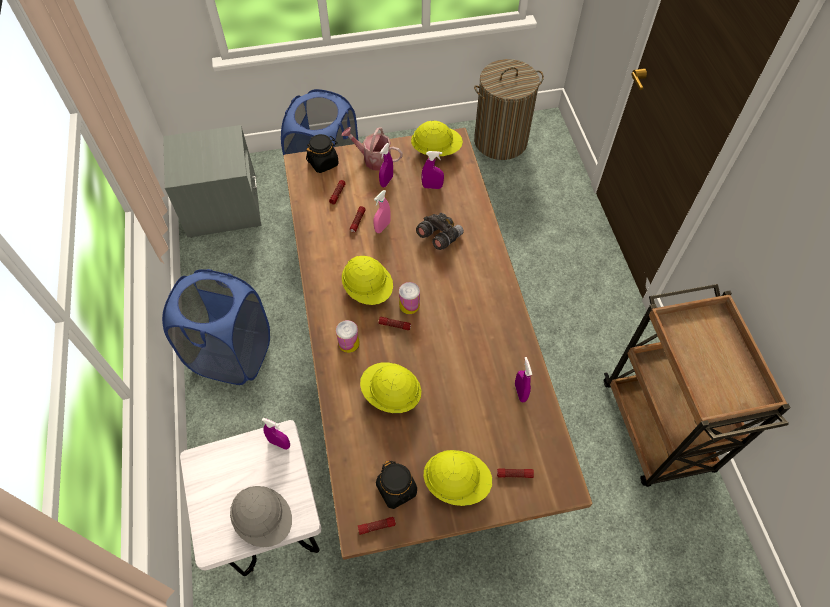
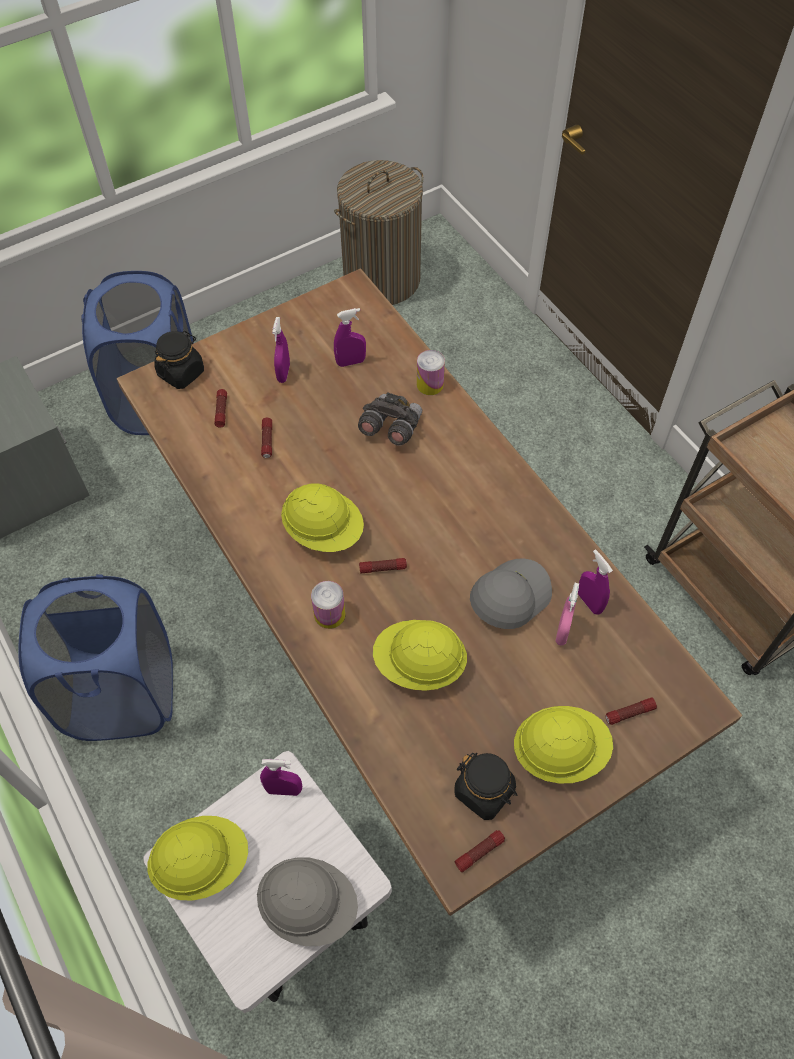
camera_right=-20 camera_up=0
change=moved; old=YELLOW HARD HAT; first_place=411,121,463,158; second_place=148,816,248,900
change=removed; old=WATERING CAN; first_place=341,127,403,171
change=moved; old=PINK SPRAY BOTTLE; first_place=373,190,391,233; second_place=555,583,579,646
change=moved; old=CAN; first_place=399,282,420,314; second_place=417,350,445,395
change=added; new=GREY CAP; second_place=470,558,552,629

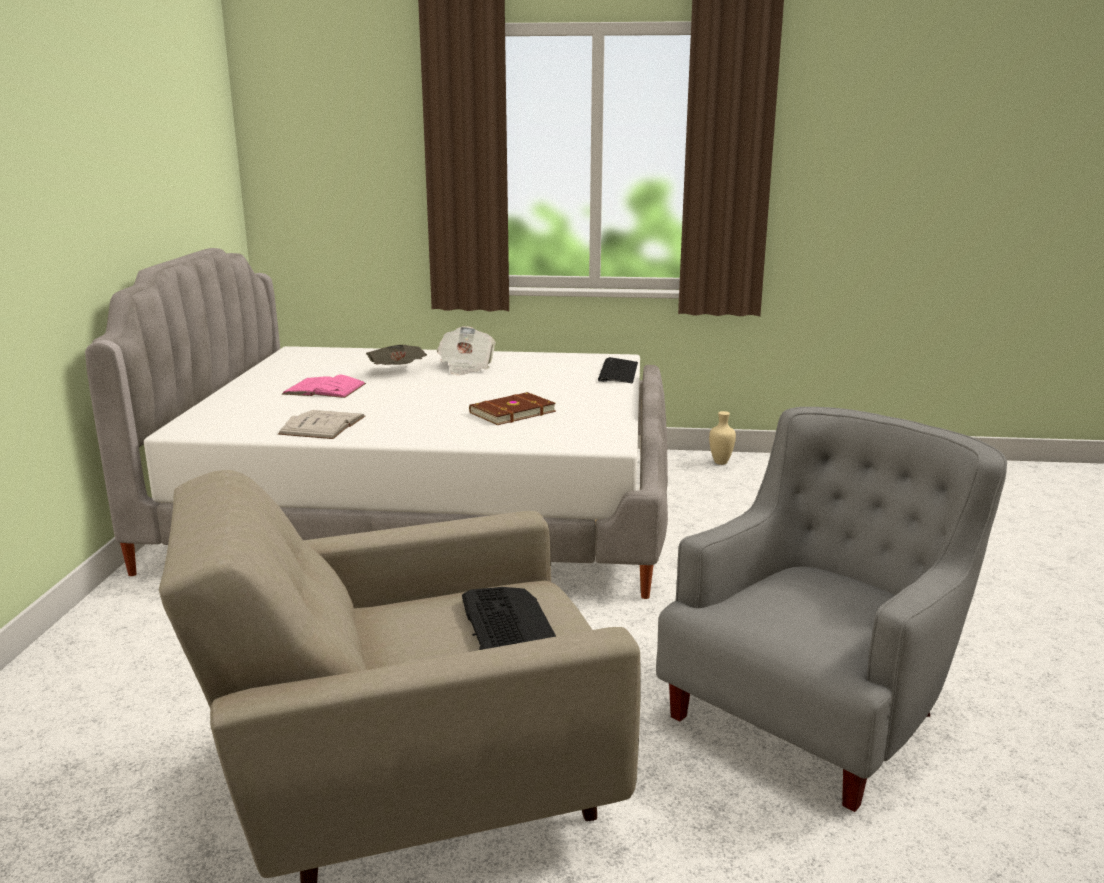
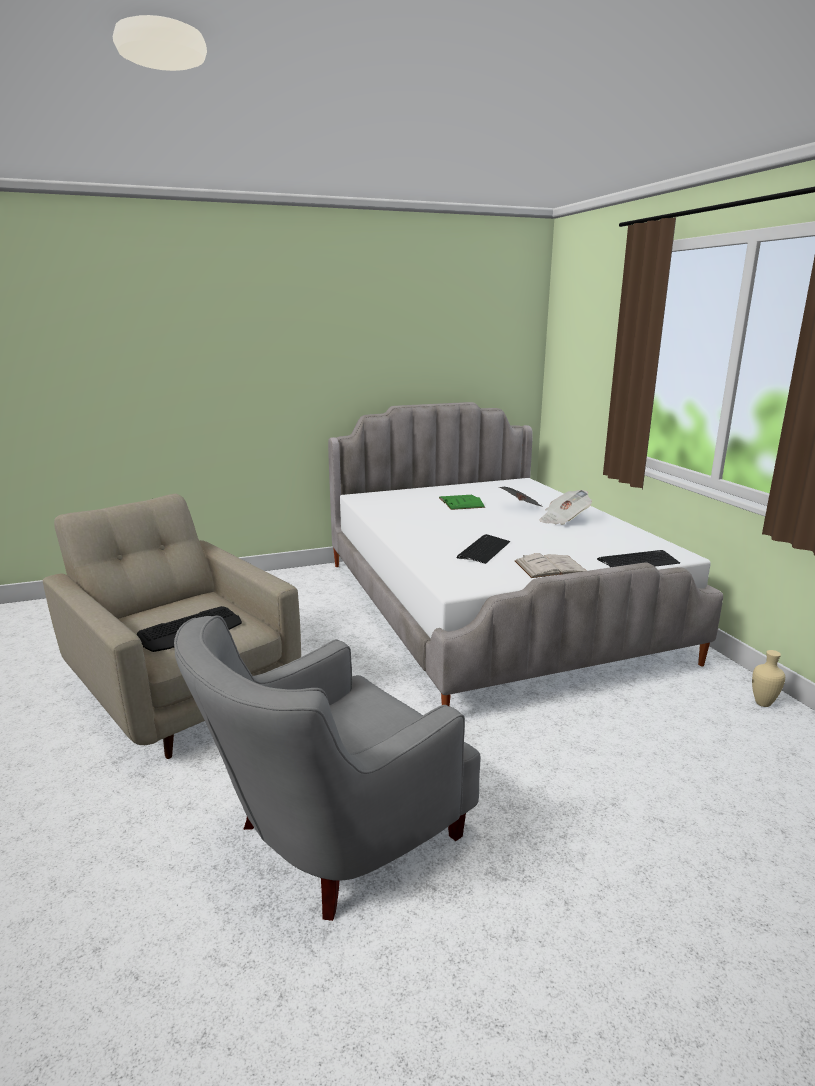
camera_right=65 camera_up=0
change=recoloured; old=PINK BOOK; new=GREEN BOOK; first_place=282,375,366,398; second_place=439,495,485,510
change=replaced; old=BROWN BOOK; new=KEYBOARD; first_place=469,392,556,425; second_place=457,534,510,564
change=turned; old=GREY ARMCHAIR; first_place=656,407,1007,812; second_place=174,615,480,921; degrees=120
change=moved; old=WHITE BOOK; first_place=278,410,365,439; second_place=515,553,586,578

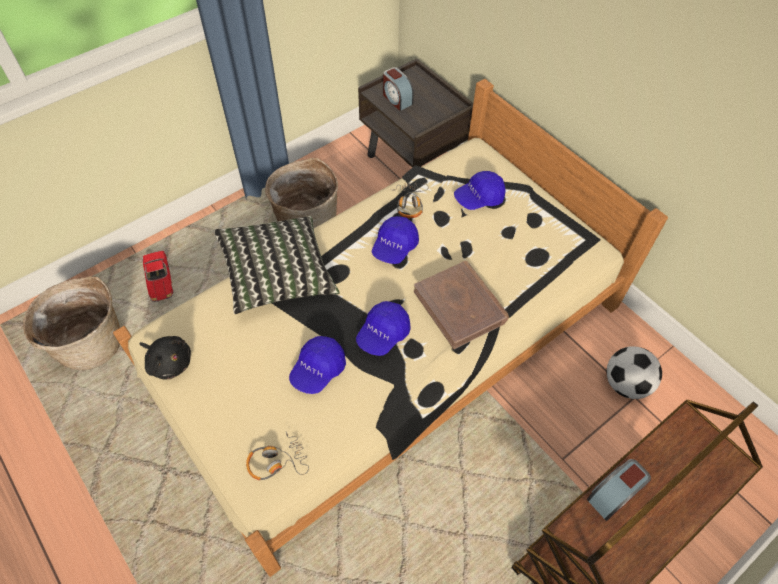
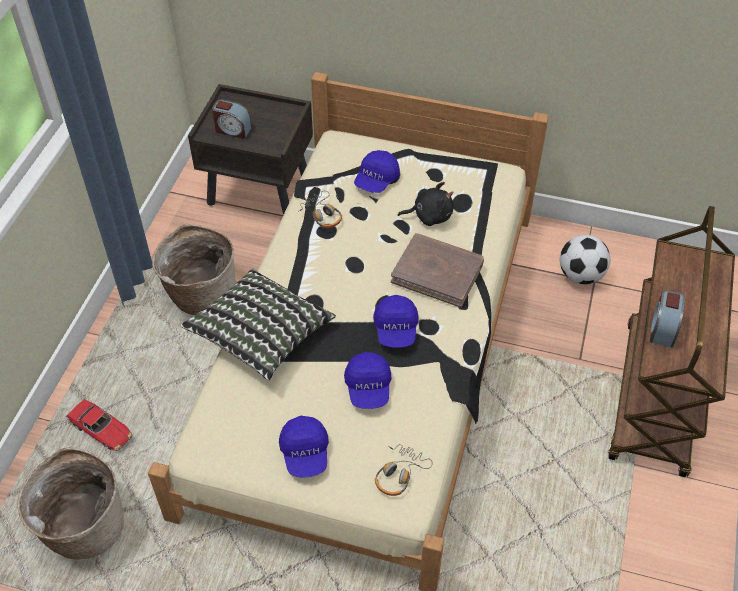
camera_right=-35 camera_up=-5
change=moved; old=BLUE CAP; first_place=372,216,419,264; second_place=279,416,329,478
change=moved; old=BLACK PLUSH TOY; first_place=140,336,191,379; second_place=398,182,454,226

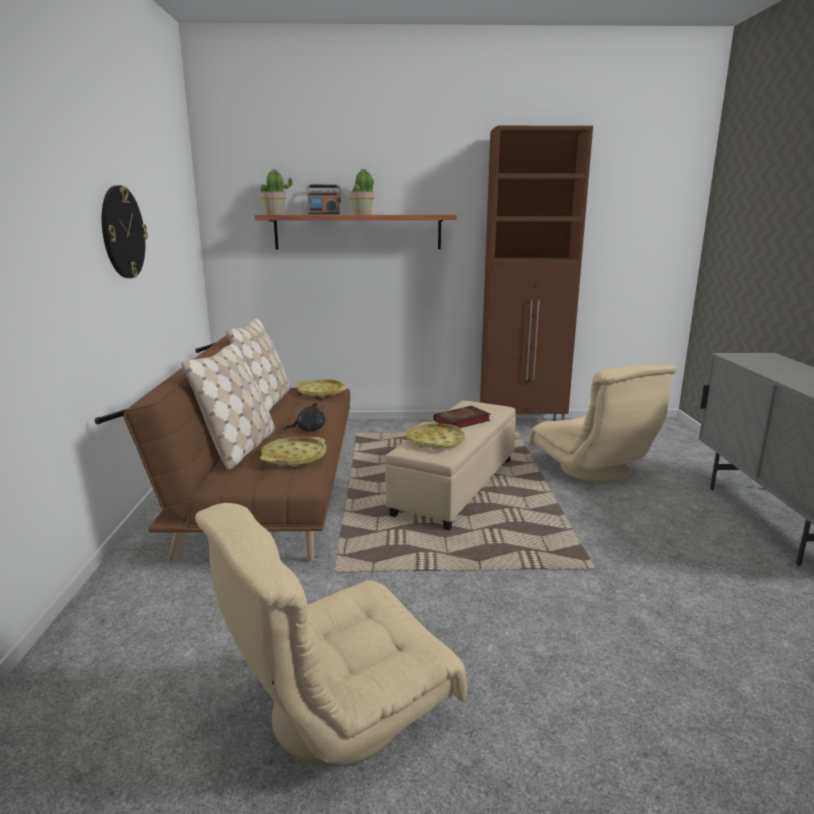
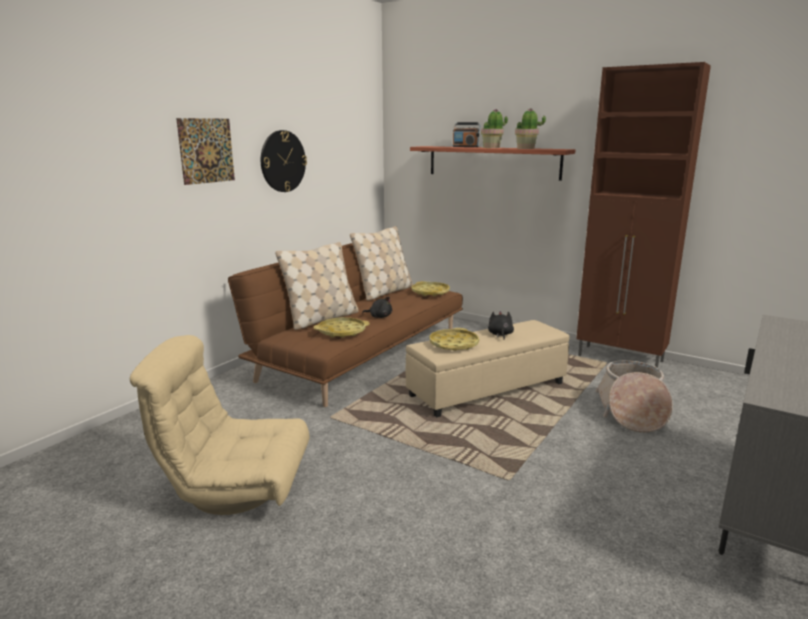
camera_right=35 camera_up=0
change=moved; old=POTTED PLANT; first_place=259,169,292,215; second_place=515,108,546,149
change=replaced; old=BEIGE ARMCHAIR; new=BASKET; first_place=528,364,677,483; second_place=596,360,673,433
change=replaced; old=BOOK; new=BLACK PLUSH TOY; first_place=434,406,491,428; second_place=488,311,514,339
change=added; new=PICTURE; second_place=176,118,235,185

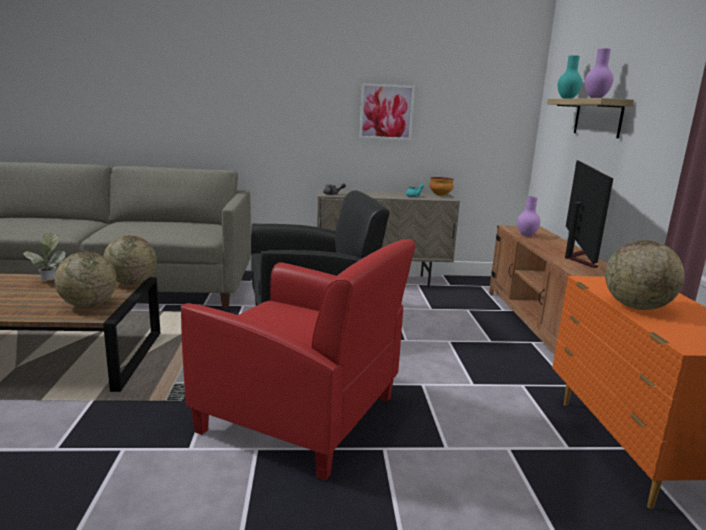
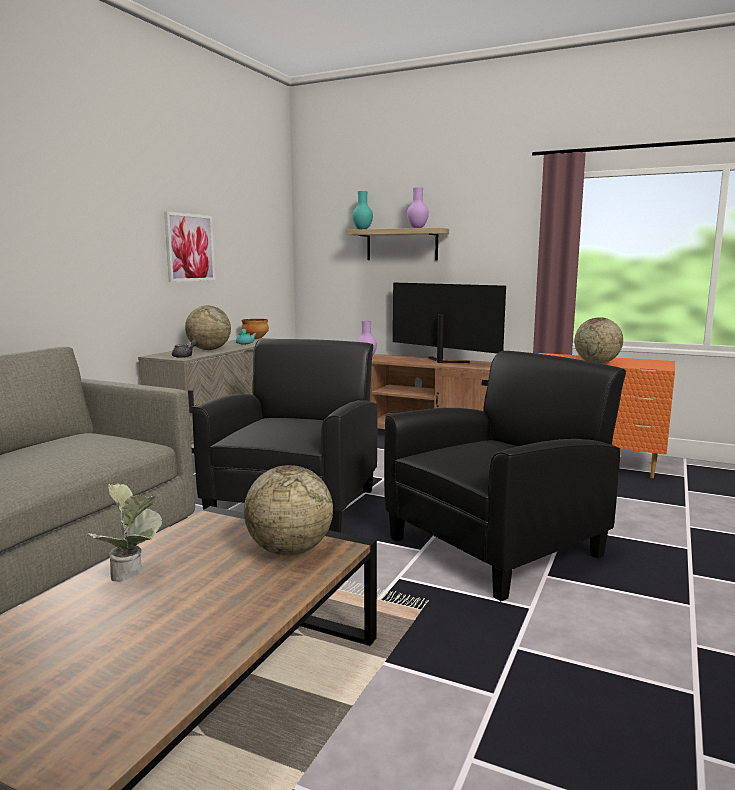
camera_right=-60 camera_up=-5
change=moved; old=GLOBE; first_place=103,235,157,285; second_place=185,305,231,350
change=recoloured; old=RED ARMCHAIR; new=BLACK ARMCHAIR; first_place=181,239,415,480; second_place=384,351,626,601

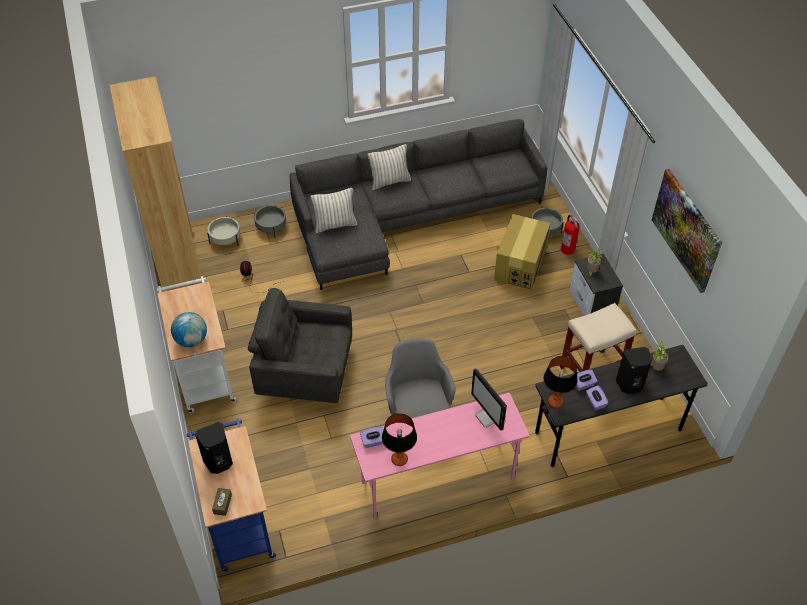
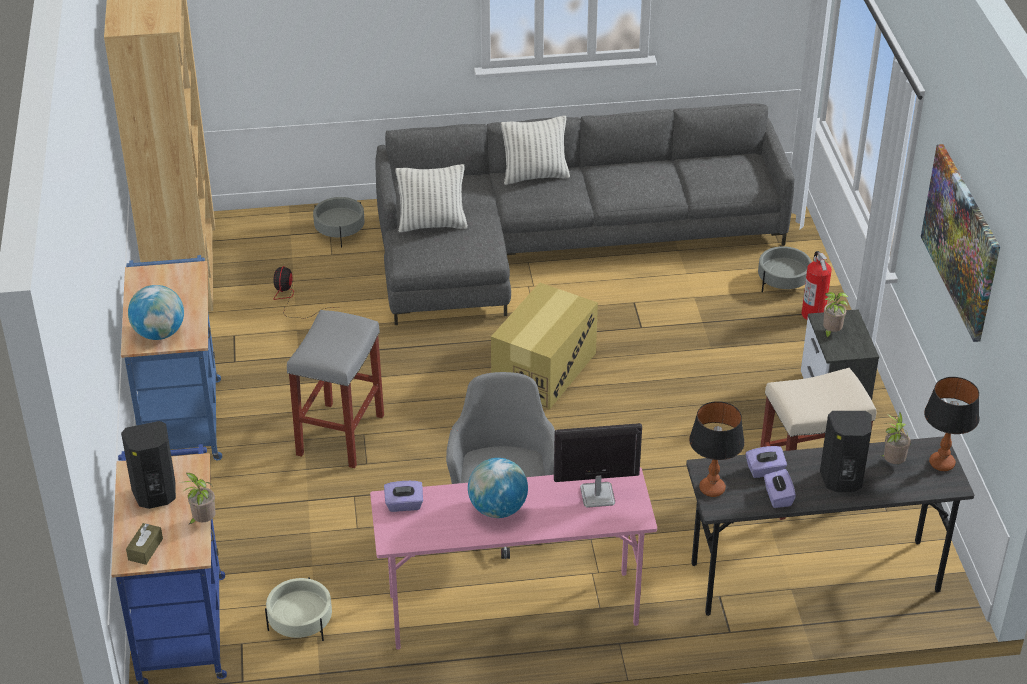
camera_right=10 camera_up=-10
change=moved; old=CARDBOARD BOX; first_place=494,214,550,290; second_place=491,283,598,409
change=moved; old=BEIGE PLANTER; first_place=207,216,240,245; second_place=265,577,332,641
change=recoloured; old=WHITE CART; new=BLUE CART; first_place=157,276,236,413; second_place=121,255,222,461
change=replaced; old=GREY ARMCHAIR; new=GREY STOOL; first_place=248,288,352,403; second_place=287,310,384,468
change=turned; old=MONITOR; first_place=471,369,507,431; second_place=554,423,642,508; degrees=105
change=moved; old=TABLE LAMP; first_place=382,413,417,466; second_place=924,377,979,471
change=added; new=GLOBE; second_place=468,458,528,518
change=added; new=POTTED PLANT; second_place=179,473,215,525

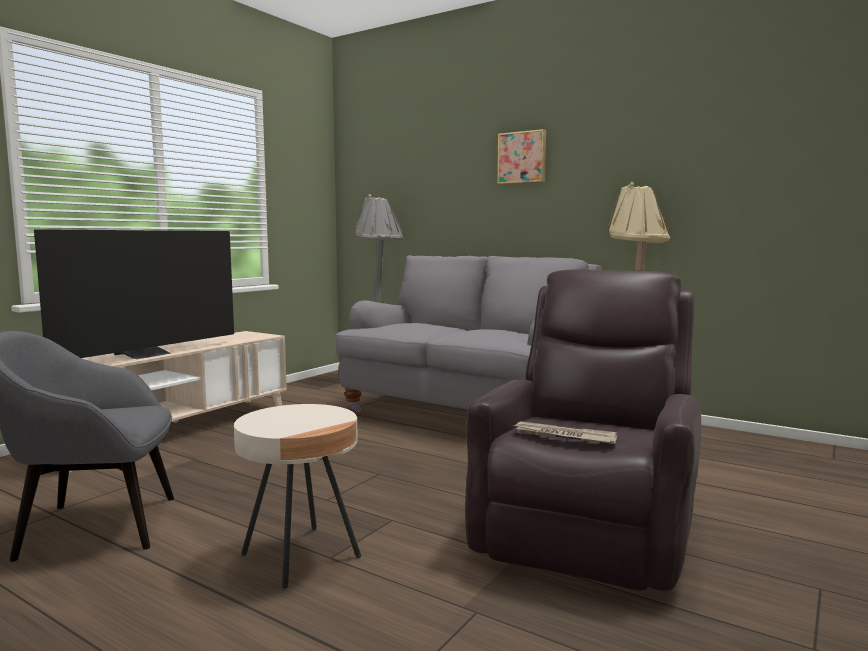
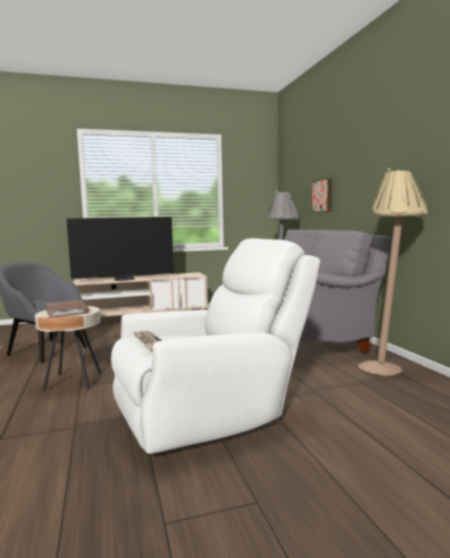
camera_right=40 camera_up=0
change=moved; old=PICTURE; first_place=497,129,546,184; second_place=311,178,332,213
change=recoloured; old=BROWN ARMCHAIR; new=WHITE ARMCHAIR; first_place=465,269,701,591; second_place=111,238,320,454
change=added; new=BROWN BOOK; second_place=46,300,89,318

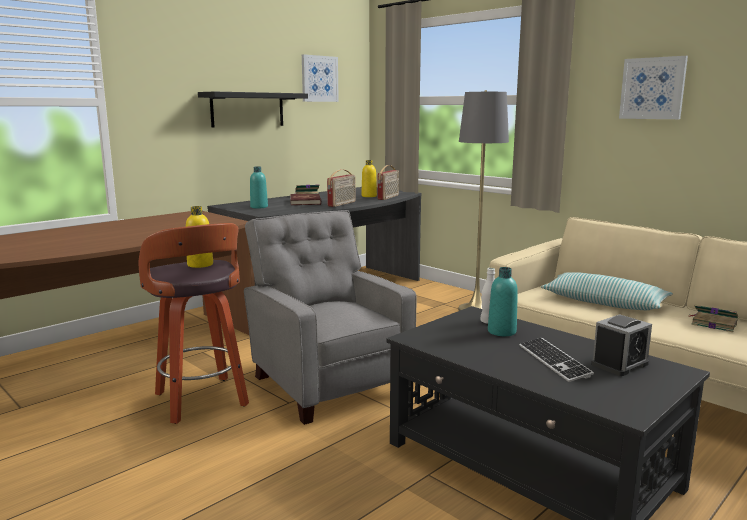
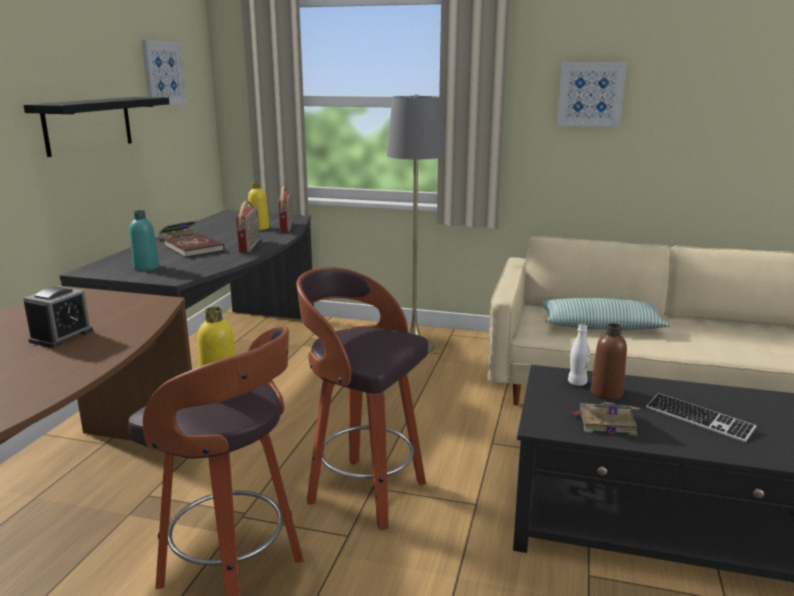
camera_right=-30 camera_up=5
change=replaced; old=GREY ARMCHAIR; new=STOOL; first_place=244,210,417,425; second_place=296,267,428,530
change=recoloured; old=TURQUOISE BOTTLE; new=BROWN BOTTLE; first_place=488,267,518,336; second_place=591,323,627,400
change=moved; old=BOOK; first_place=690,305,738,332; second_place=571,402,640,435
change=moved; old=ALARM CLOCK; first_place=591,314,652,376; second_place=23,286,93,348

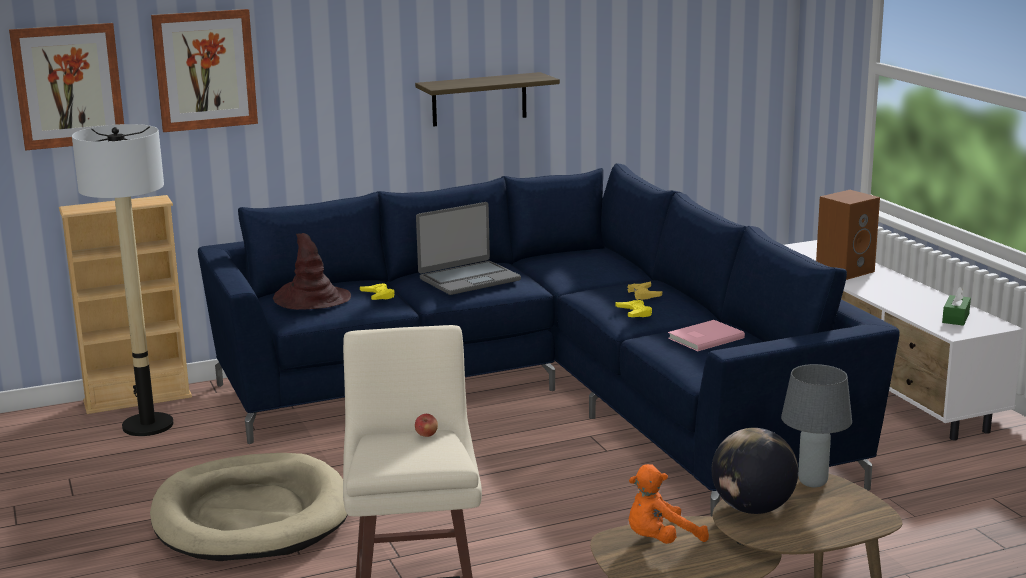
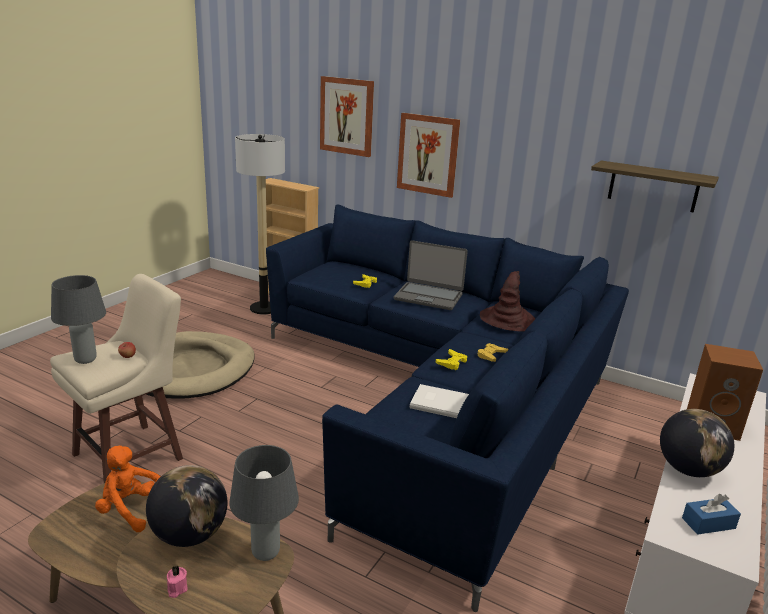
camera_right=50 camera_up=5
change=moved; old=PICTURE; first_place=9,23,124,151; second_place=397,113,460,198
change=moved; old=SHELF; first_place=415,72,560,127; second_place=591,161,719,213
change=moved; old=BROWN HAT; first_place=273,233,351,310; second_place=480,271,535,332
change=recoloured; old=GREEN TISSUE BOX; new=BLUE TISSUE BOX; first_place=942,286,971,326; second_place=682,494,741,535
change=recoloured; old=PINK BOOK; new=WHITE BOOK; first_place=668,320,745,351; second_place=410,384,469,418
change=added; new=GREY TABLE LAMP; second_place=51,275,106,364
change=added; new=GLOBE; second_place=660,409,734,477
change=added; new=PINK CANDLE; second_place=167,565,188,598

